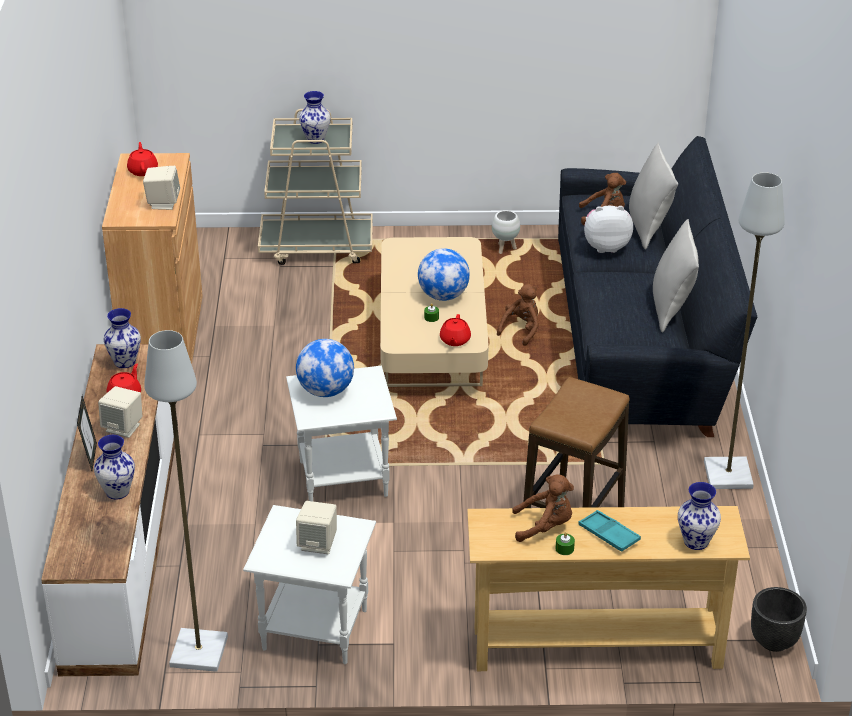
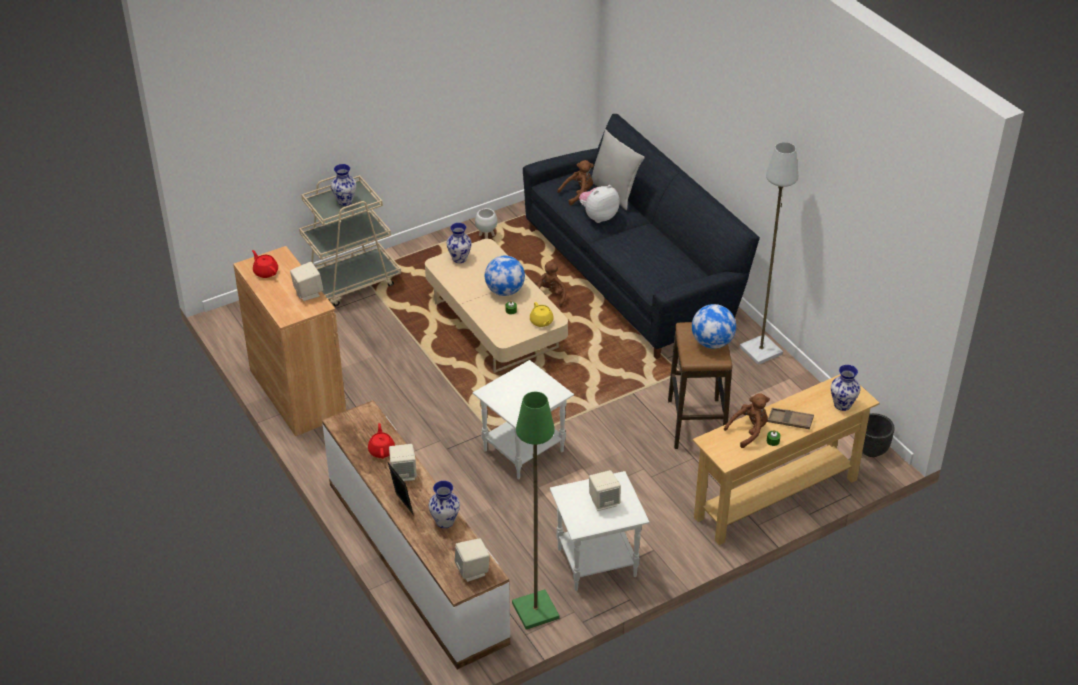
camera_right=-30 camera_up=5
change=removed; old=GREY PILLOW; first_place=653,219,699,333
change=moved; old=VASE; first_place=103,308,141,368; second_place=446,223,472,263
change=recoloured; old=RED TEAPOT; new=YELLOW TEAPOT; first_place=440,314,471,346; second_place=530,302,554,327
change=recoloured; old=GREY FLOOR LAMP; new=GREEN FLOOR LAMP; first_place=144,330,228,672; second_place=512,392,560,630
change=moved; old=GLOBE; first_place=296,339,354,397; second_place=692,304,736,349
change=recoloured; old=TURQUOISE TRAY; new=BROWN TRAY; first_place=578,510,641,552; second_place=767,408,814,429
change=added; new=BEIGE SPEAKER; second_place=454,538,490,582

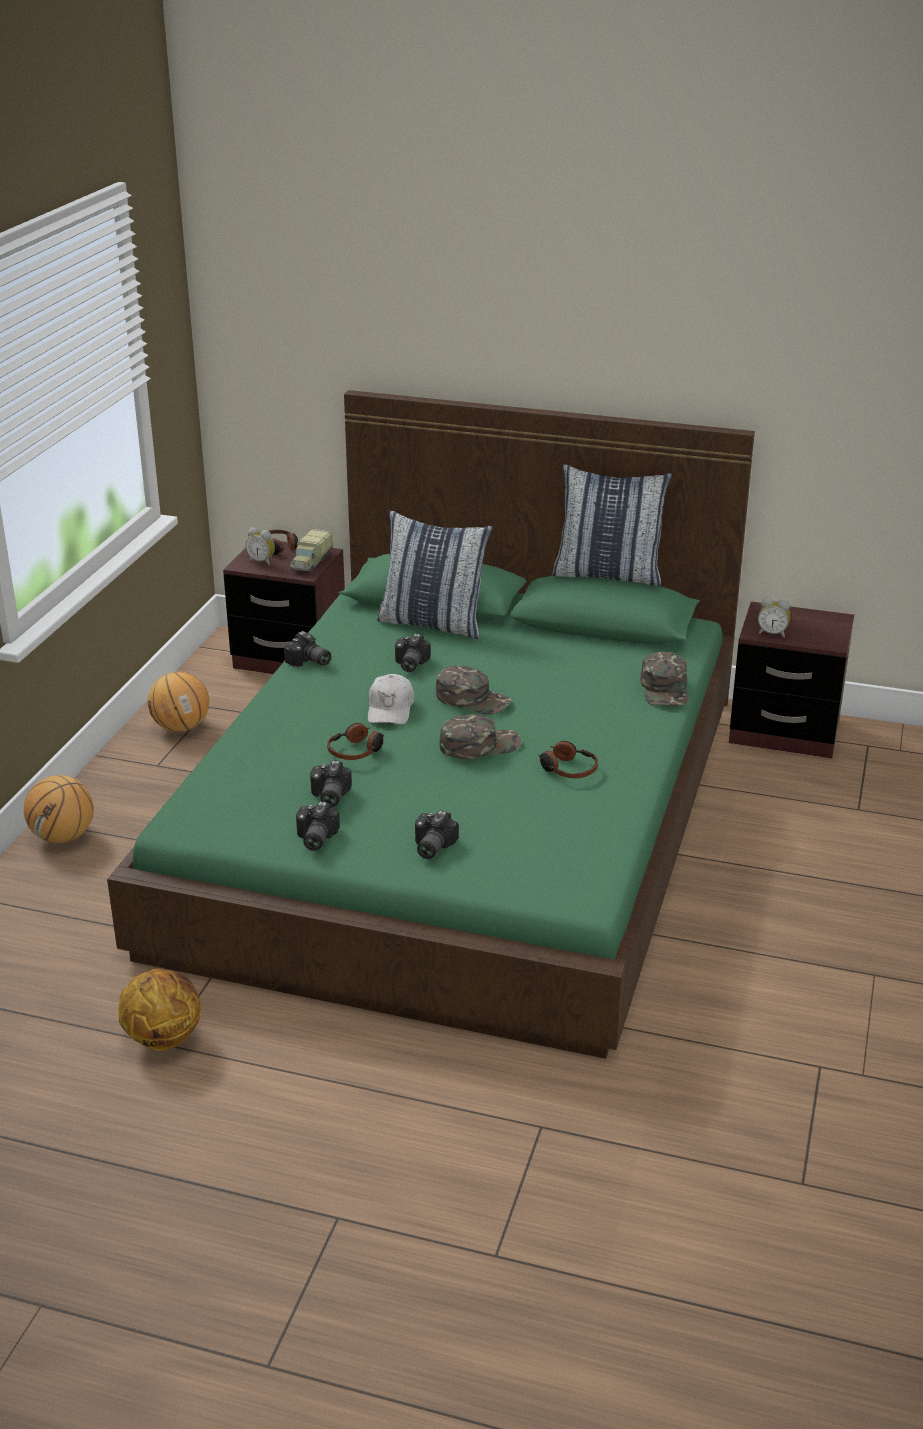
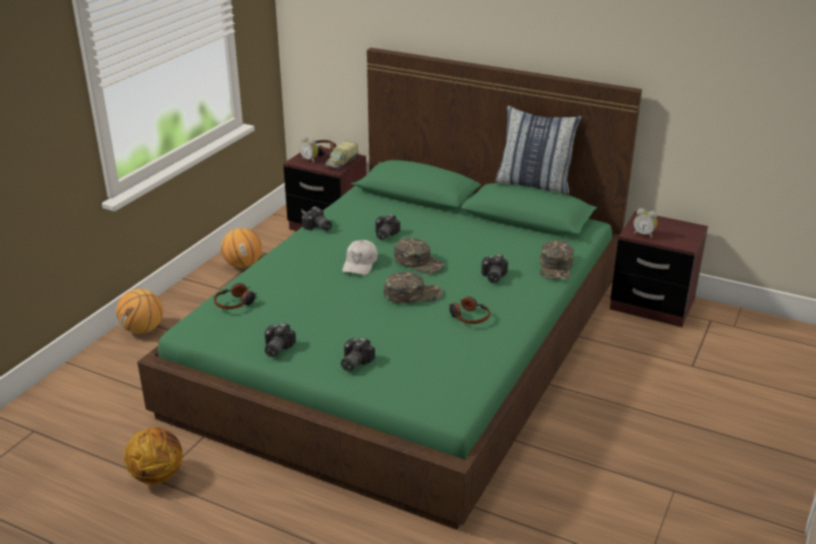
camera_right=10 camera_up=0
change=removed; old=PILLOW; first_place=377,511,492,639
change=moved; old=HEADPHONES; first_place=327,723,384,760; second_place=214,283,257,309
change=moved; old=PHOTO CAMERA; first_place=310,760,352,807; second_place=481,254,508,283

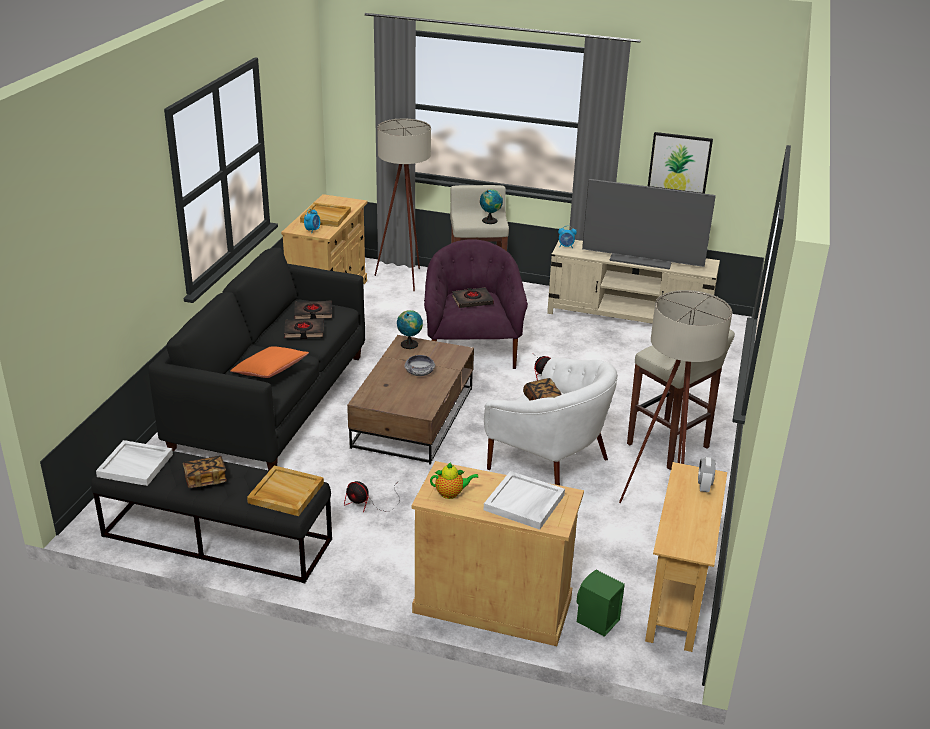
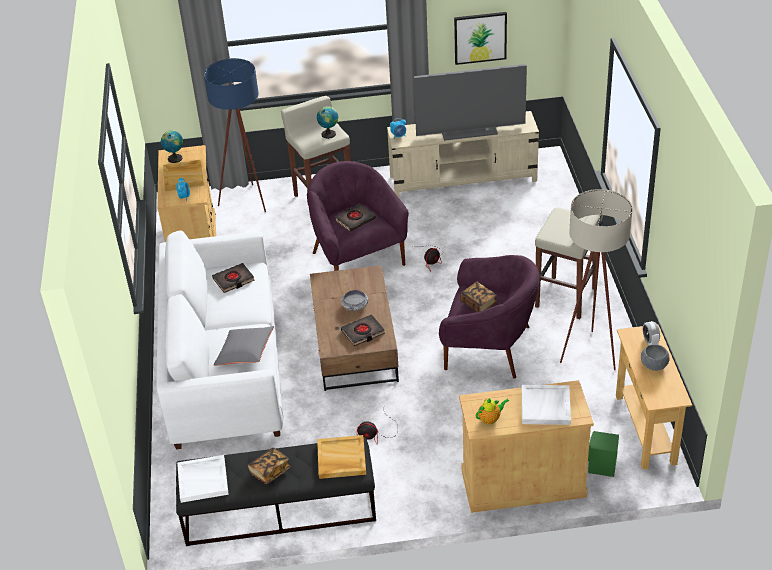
camera_right=-20 camera_up=10
change=recoloured; old=BEIGE FLOOR LAMP; new=BLUE FLOOR LAMP; first_place=374,118,431,291; second_place=204,58,266,212
change=recoloured; old=BLACK SOFA; new=WHITE SOFA; first_place=148,248,365,471; second_place=156,230,283,449
change=moved; old=GLOBE; first_place=397,310,423,349; second_place=161,130,183,163
change=moved; old=BLACK BOOK; first_place=284,319,324,339; second_place=341,314,385,346
change=recoloured; old=ORANGE PILLOW; new=GREY PILLOW; first_place=230,346,309,378; second_place=214,326,274,366
change=recoloured; old=WHITE ARMCHAIR; new=PURPLE ARMCHAIR; first_place=484,357,618,485; second_place=439,255,539,379
change=added; new=GREY BOWL; second_place=641,344,670,371

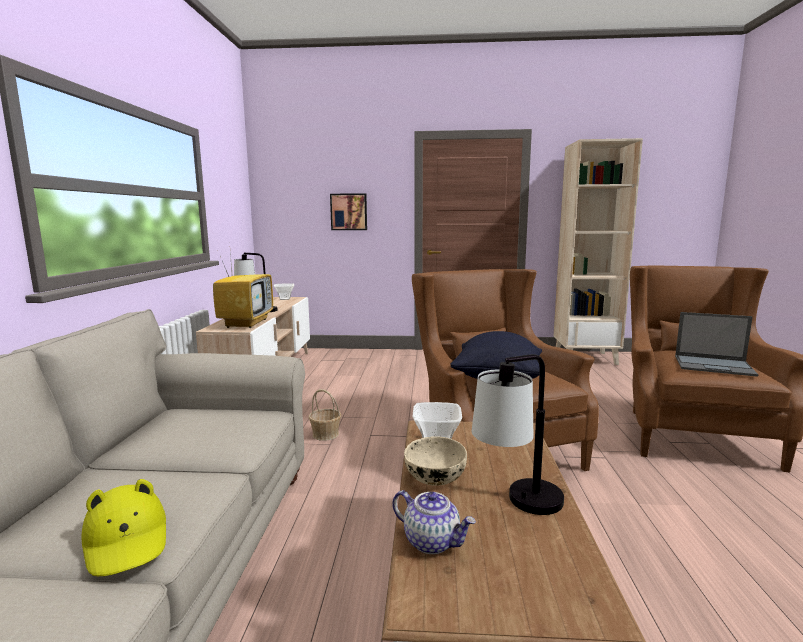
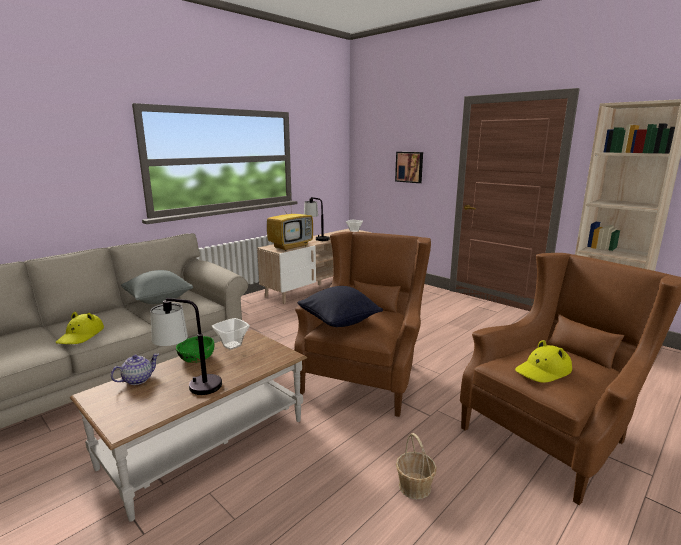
camera_right=40 camera_up=5
change=replaced; old=LAPTOP; new=YELLOW HAT; first_place=675,312,759,377; second_place=515,340,572,383
change=moved; old=BASKET; first_place=308,389,341,441; second_place=396,433,437,499
change=recoloured; old=BEIGE BOWL; new=GREEN BOWL; first_place=404,436,467,486; second_place=176,336,214,363
change=turned; old=TEAPOT; first_place=392,490,476,554; second_place=111,353,159,385; degrees=-120
change=added; new=GREY PILLOW; second_place=121,270,193,304

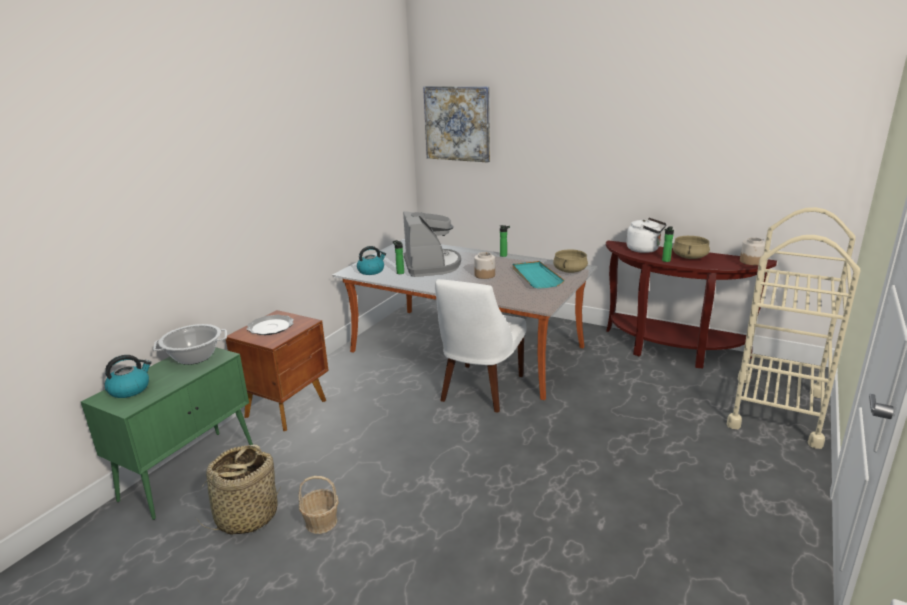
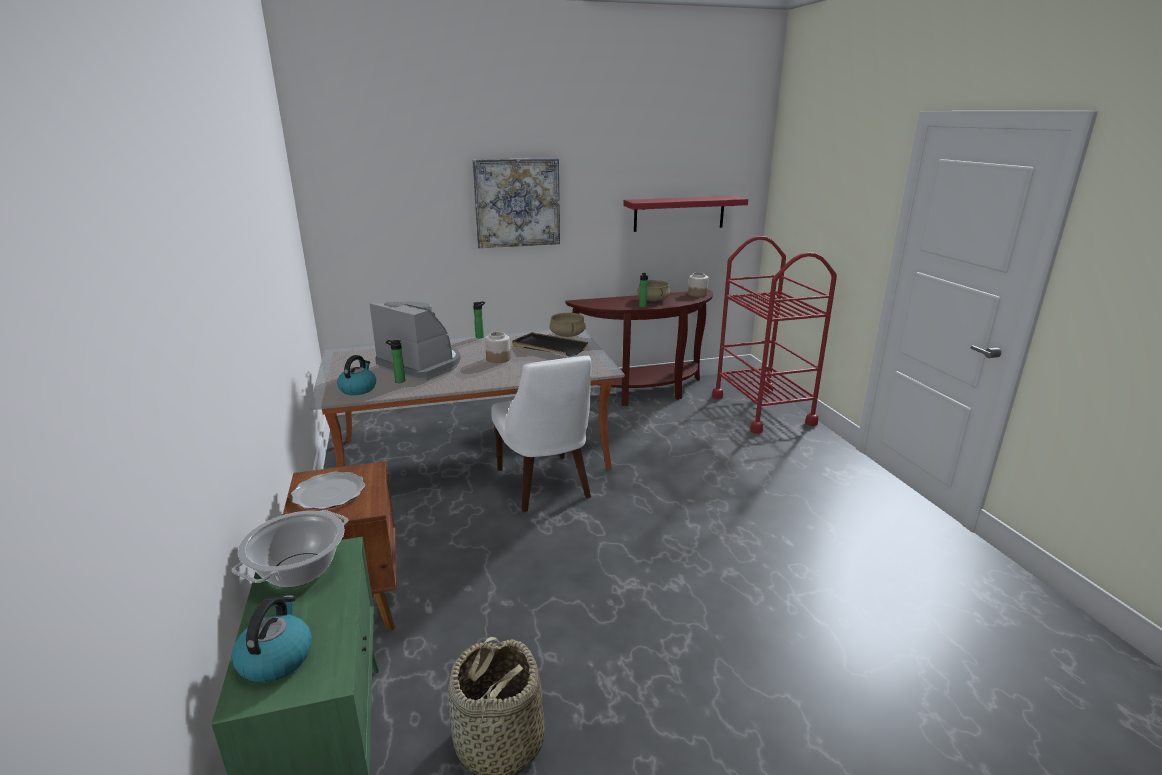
camera_right=-45 camera_up=0
change=moved; old=PICTURE; first_place=423,86,490,162; second_place=472,158,560,248
change=recoloured; old=BEIGE CART; new=RED CART; first_place=727,207,860,449; second_place=712,236,837,434
change=removed; old=WHITE KETTLE; first_place=626,218,667,253
change=recoloured; old=TURQUOISE TRAY; new=BLACK TRAY; first_place=512,261,564,289; second_place=512,332,588,357
change=removed; old=BASKET; first_place=298,476,339,534
change=added; new=RED SHELF; second_place=623,196,748,232

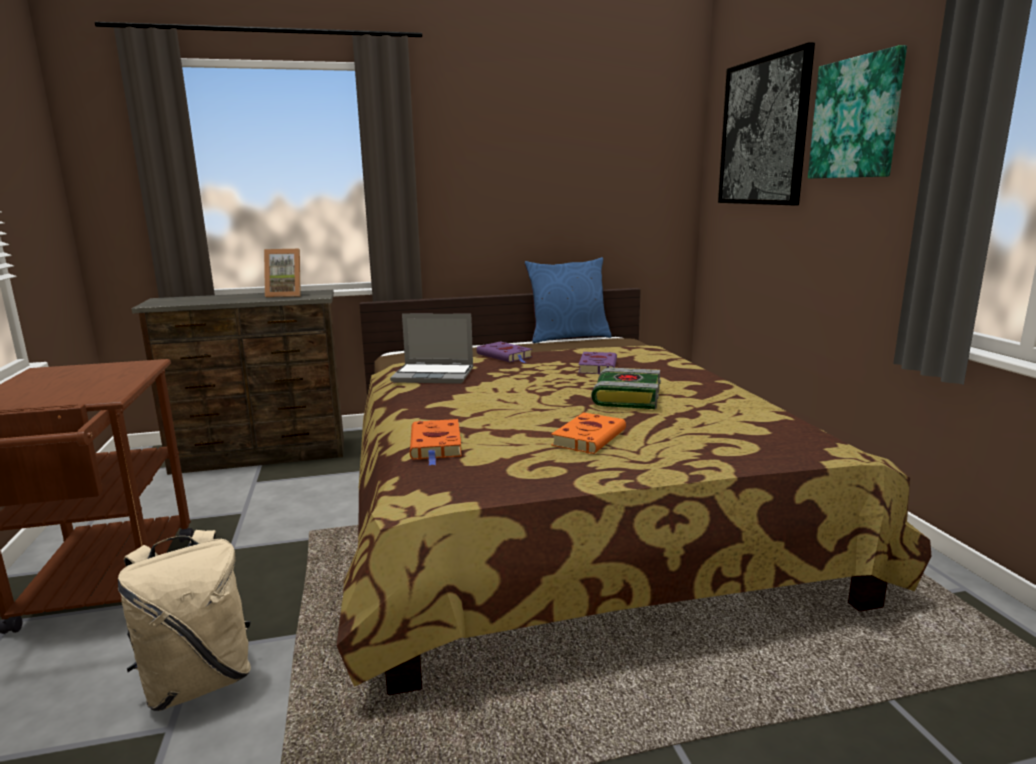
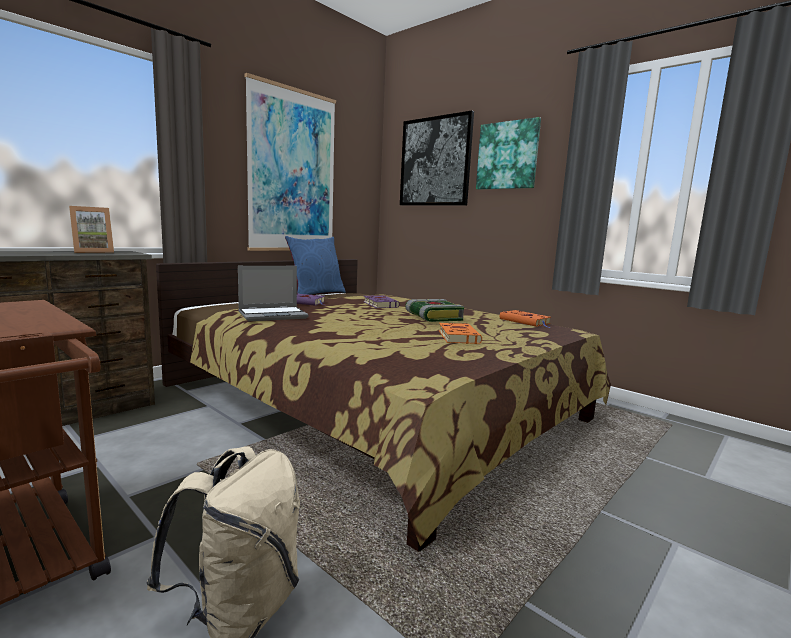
camera_right=-35 camera_up=-5
change=moved; old=ORANGE BOOK; first_place=410,419,462,465; second_place=499,310,551,328
change=added; new=PICTURE; second_place=245,73,336,251

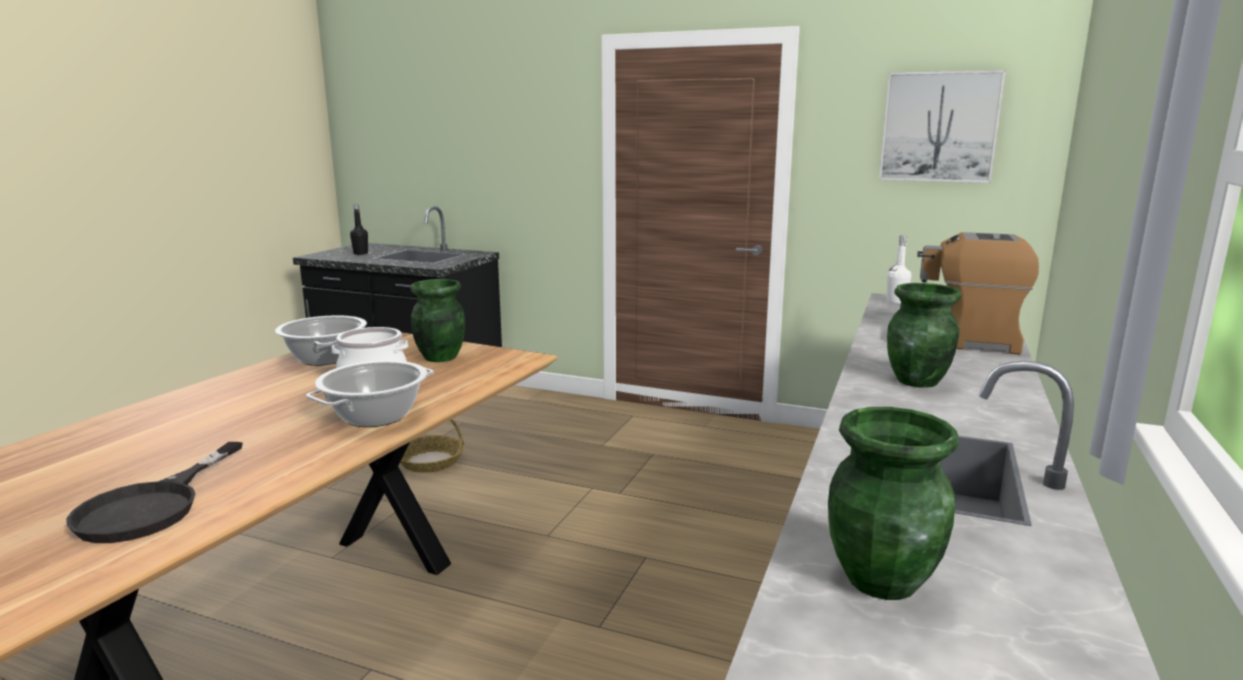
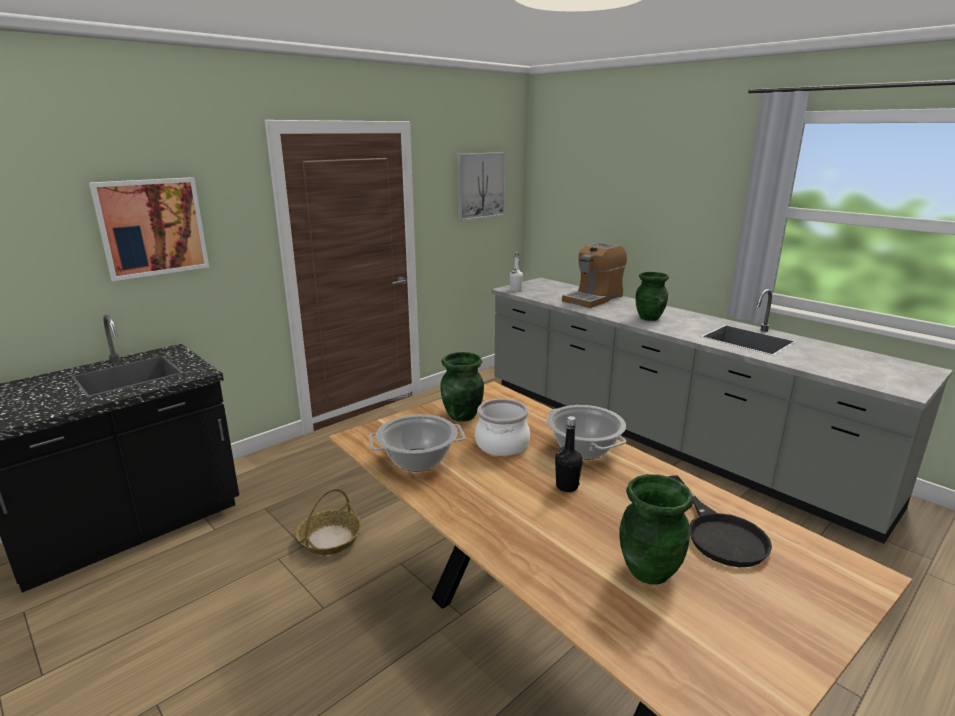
camera_right=-65 camera_up=5
change=moved; old=BLACK BOTTLE; first_place=350,205,368,255; second_place=555,416,583,492
change=moved; old=GREEN VASE; first_place=828,407,959,600; second_place=619,474,693,585
change=turned; old=BLACK FRYING PAN; first_place=66,442,243,543; second_place=668,475,772,567; degrees=45
change=added; new=PICTURE; second_place=89,177,209,281

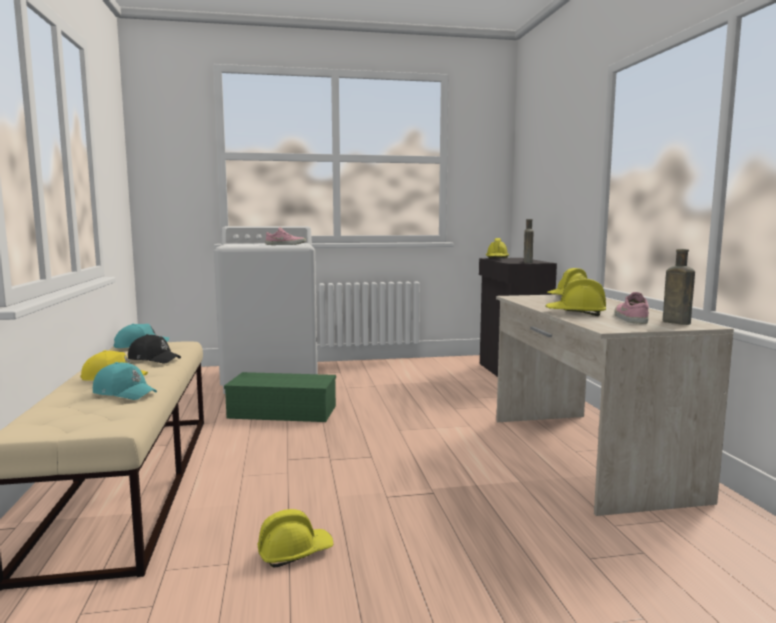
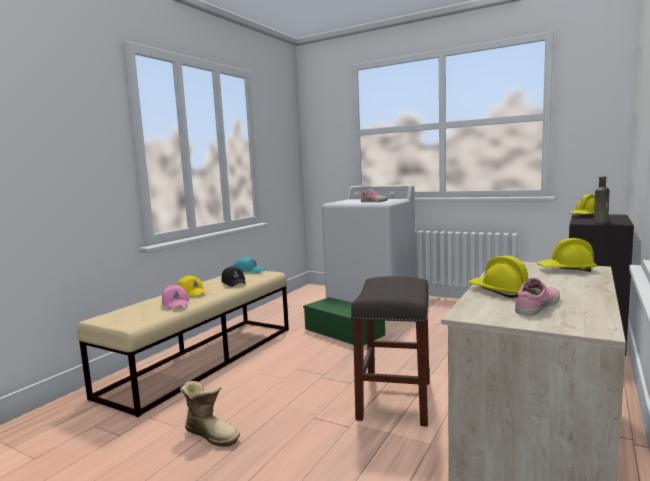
camera_right=40 camera_up=0
change=removed; old=BROWN BOTTLE; first_place=663,249,695,325
change=recoloured; old=TURQUOISE CAP; new=PINK CAP; first_place=93,362,157,400; second_place=162,285,189,310
change=replaced; old=YELLOW HARD HAT; new=BOOT; first_place=257,509,334,568; second_place=180,381,240,447
change=added; new=GREY STOOL; second_place=351,276,429,427

